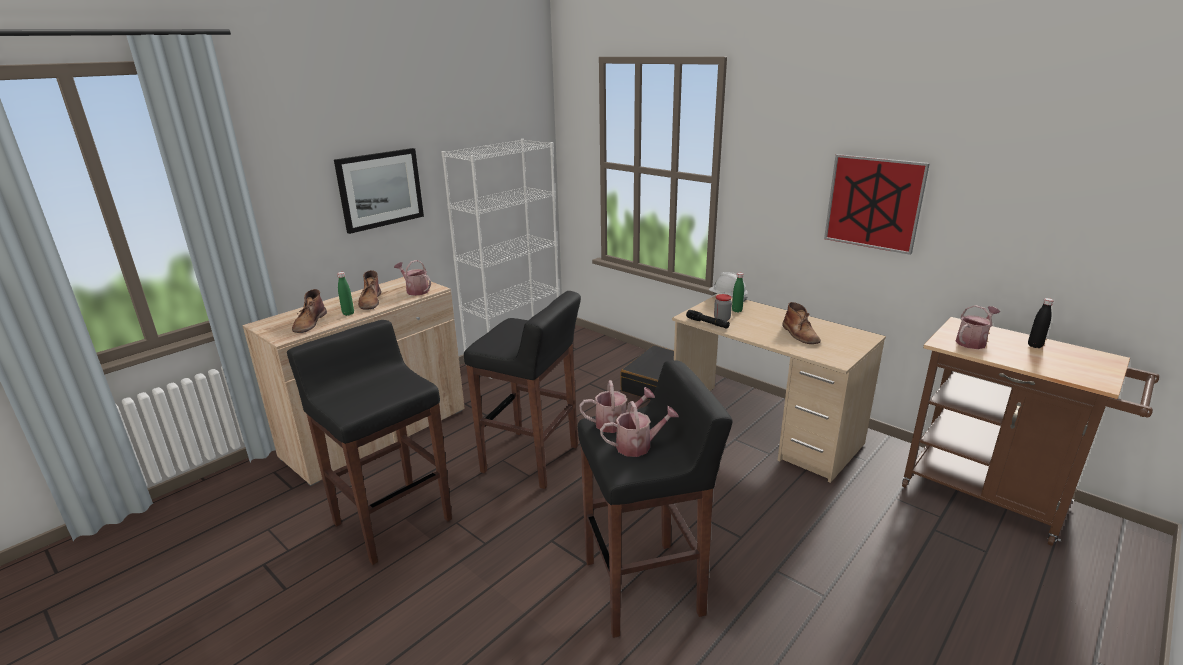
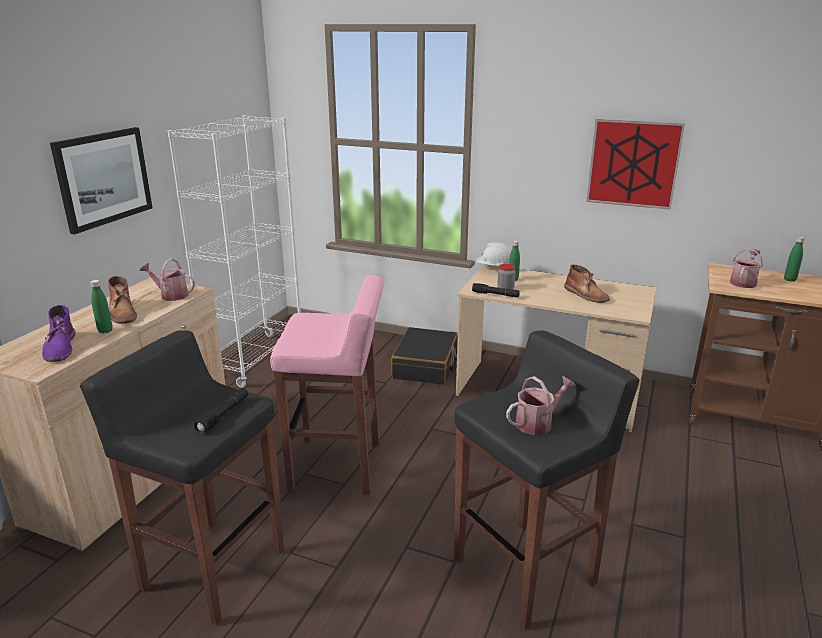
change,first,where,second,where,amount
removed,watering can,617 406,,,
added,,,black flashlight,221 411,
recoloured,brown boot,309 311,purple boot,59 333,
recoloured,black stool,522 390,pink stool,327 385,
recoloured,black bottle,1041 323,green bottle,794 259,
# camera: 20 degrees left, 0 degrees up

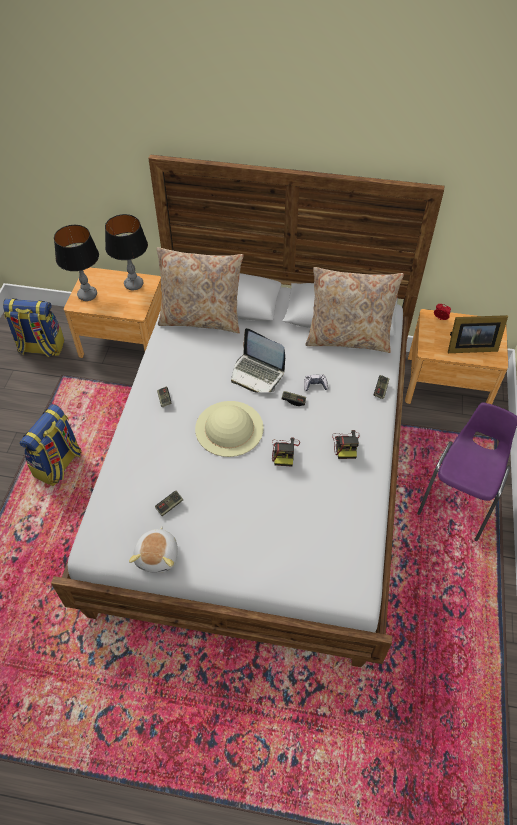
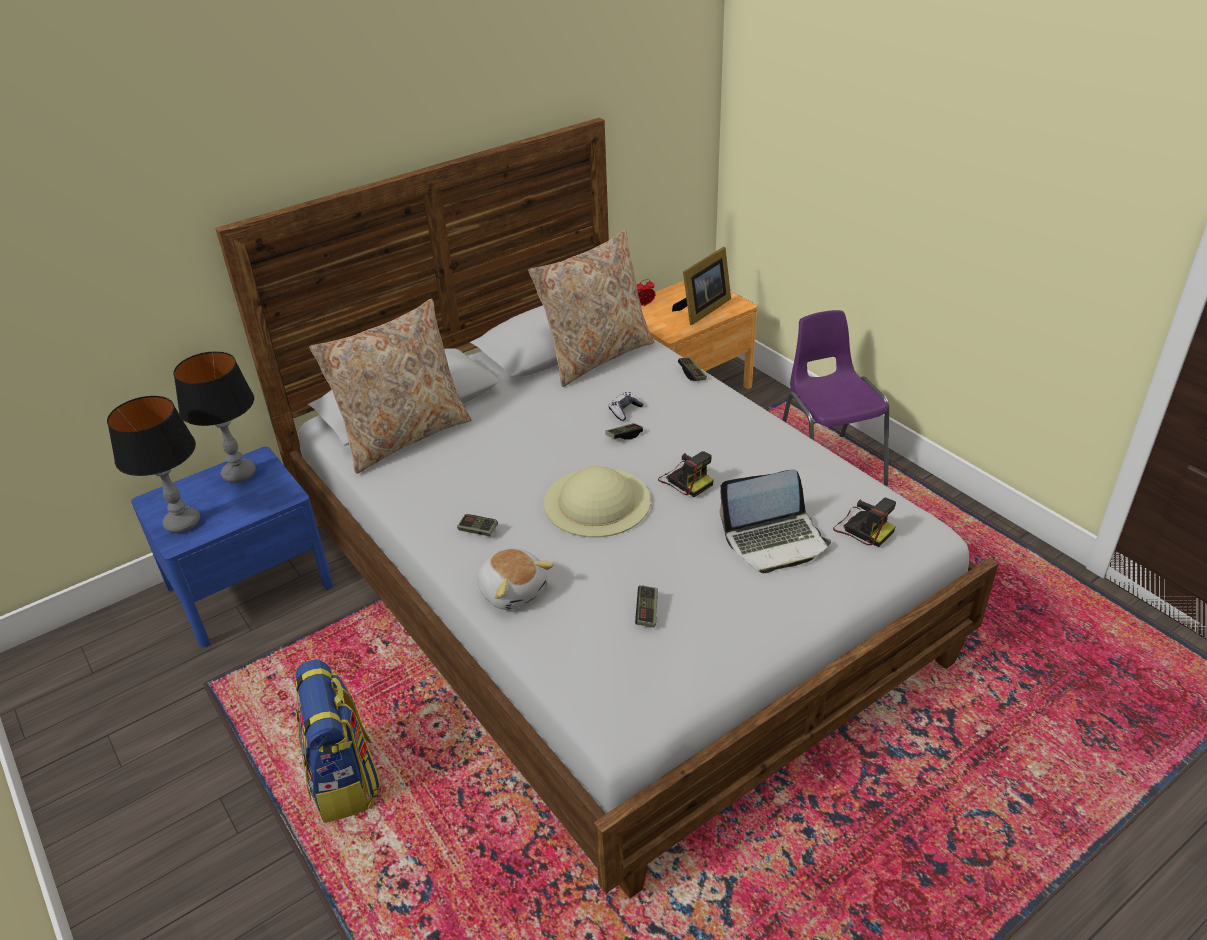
change,first,where,second,where,amount
removed,backpack,33 328,,,
moved,plush toy,153 549,,515 579,
moved,laptop,258 360,,775 521,
moved,photo camera,346 444,,864 522,
recoloured,brown nightstand,113 312,blue nightstand,232 547,
# camera: 45 degrees left, 15 degrees down

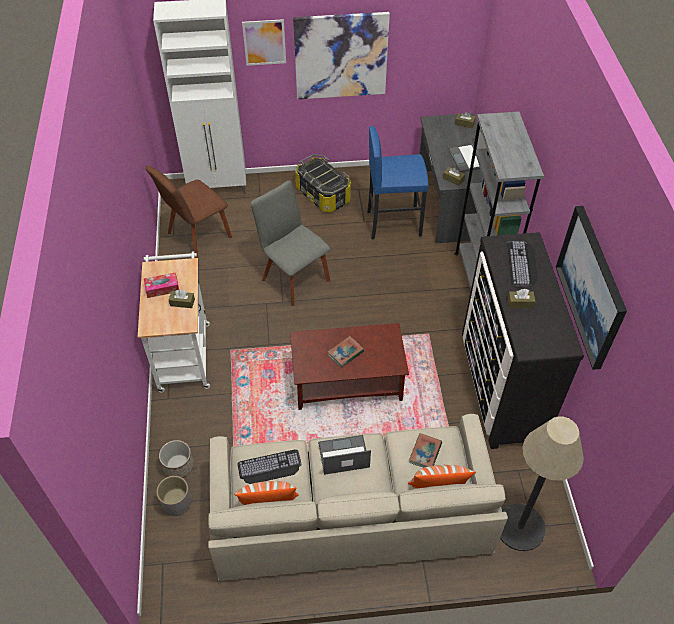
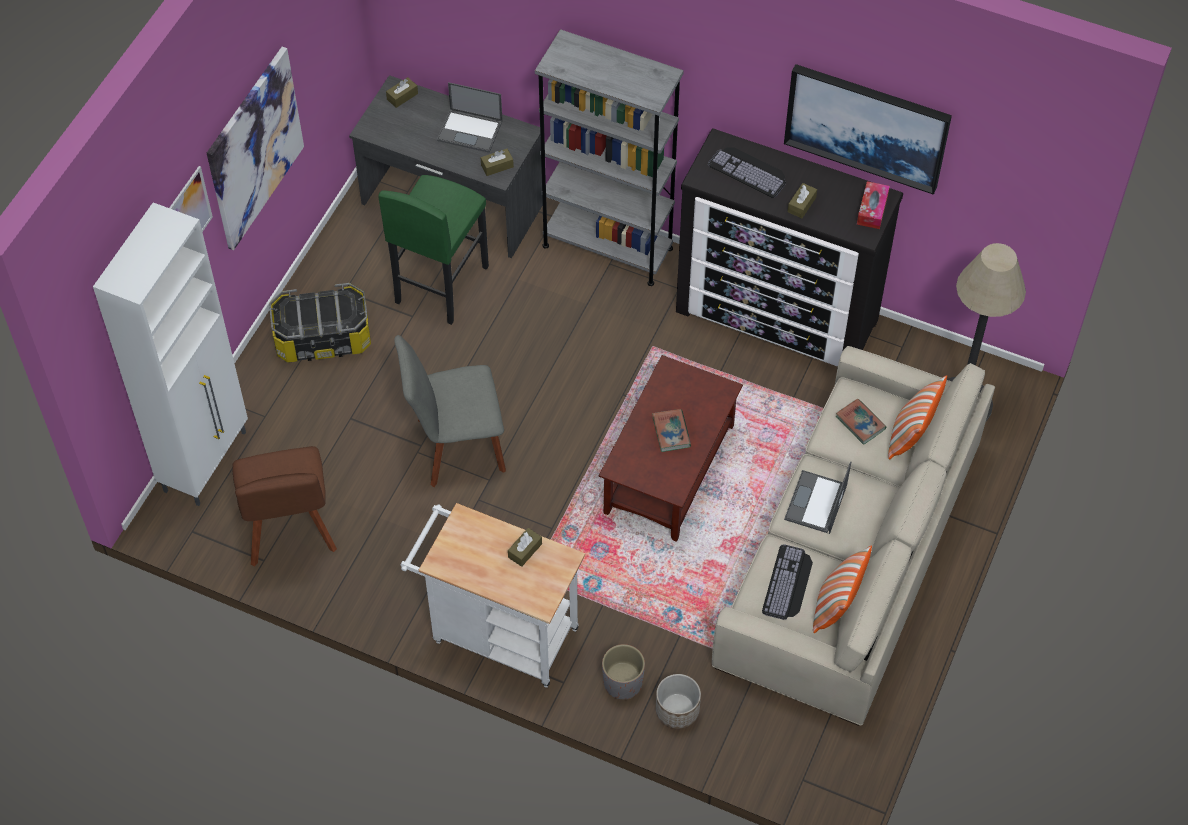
change,first,where,second,where,amount
moved,tissue box,161 285,,873 205,
moved,grey planter,173 496,,623 672,
recoloured,blue stool,398 182,green stool,433 250,
# camera: 60 degrees left, 5 degrees up

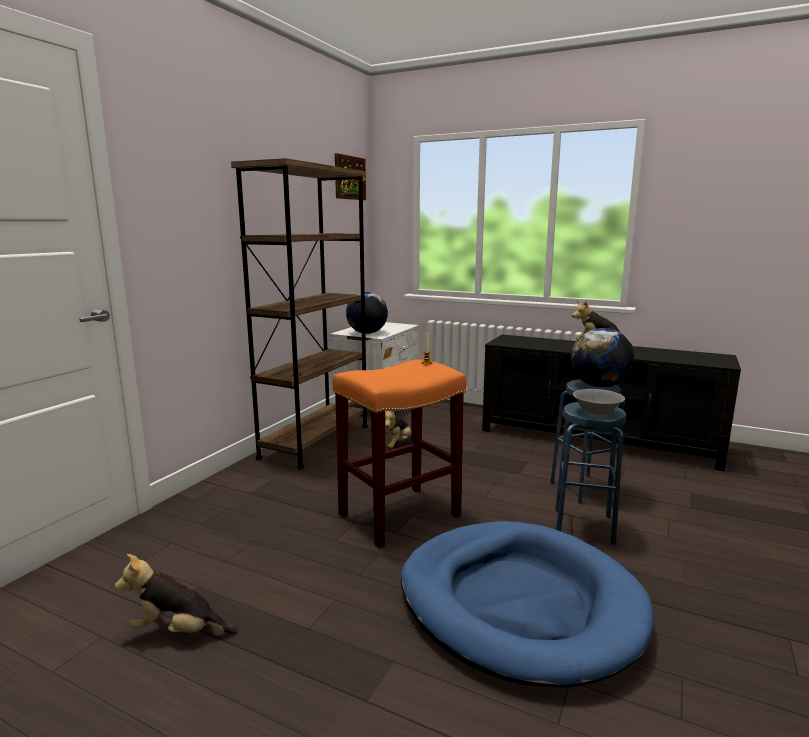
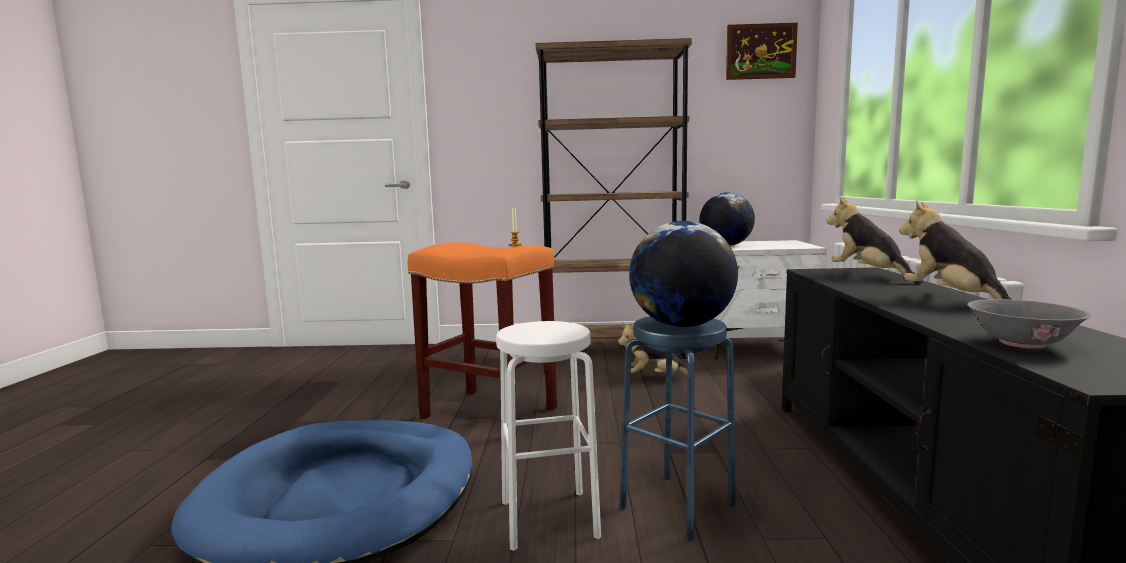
change,first,where,second,where,amount
moved,plush toy,176 594,,875 240,
moved,grey bowl,599 402,,1029 324,
recoloured,blue stool,590 473,white stool,548 436,
# camera: 65 degrees right, 5 degrees down

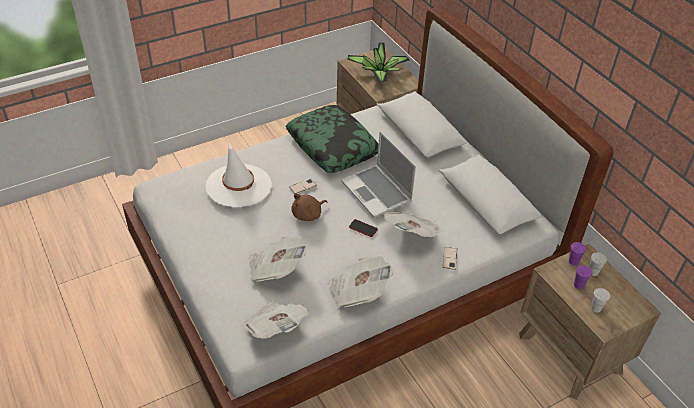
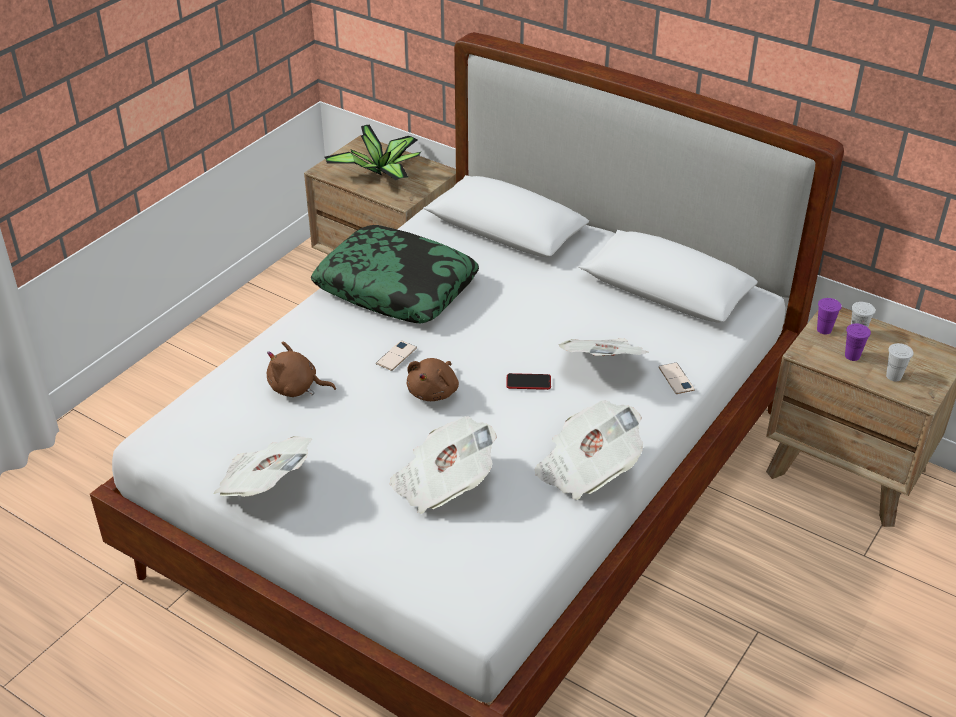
change,first,where,second,where,amount
removed,laptop,378 174,,,
moved,newspaper,276 320,,262 466,
replaced,white hat,239 175,brown plush toy,301 369,
# camera: 25 degrees left, 5 degrees down

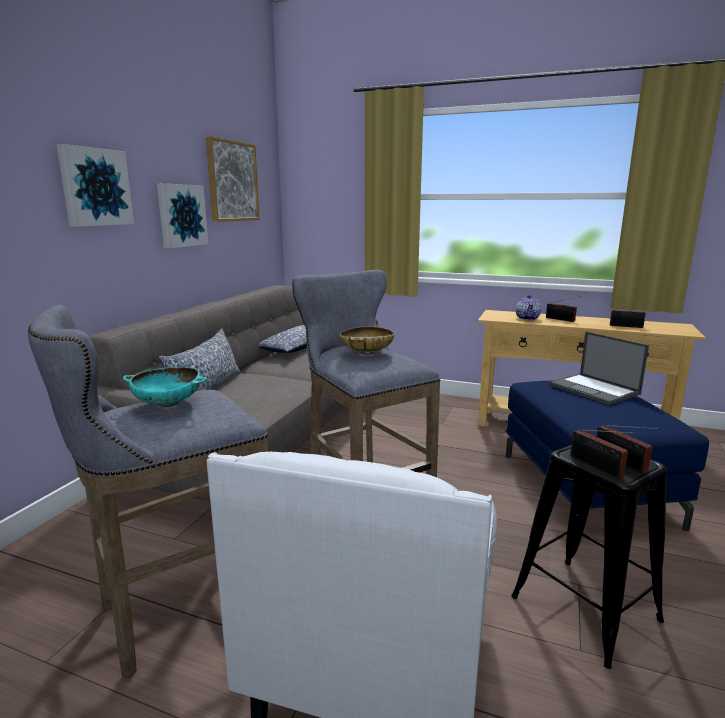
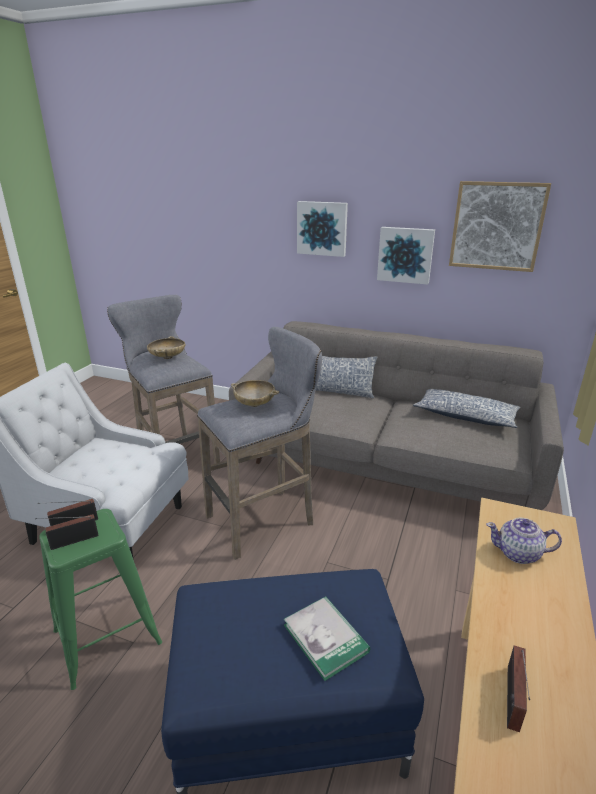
change,first,where,second,where,amount
removed,radio,563 309,,,
replaced,laptop,599 368,book,327 638,
recoloured,turquoise bowl,165 387,beige bowl,166 347,
recoloured,black stool,589 557,green stool,100 599,
# camera: 90 degrees right, 10 degrees up

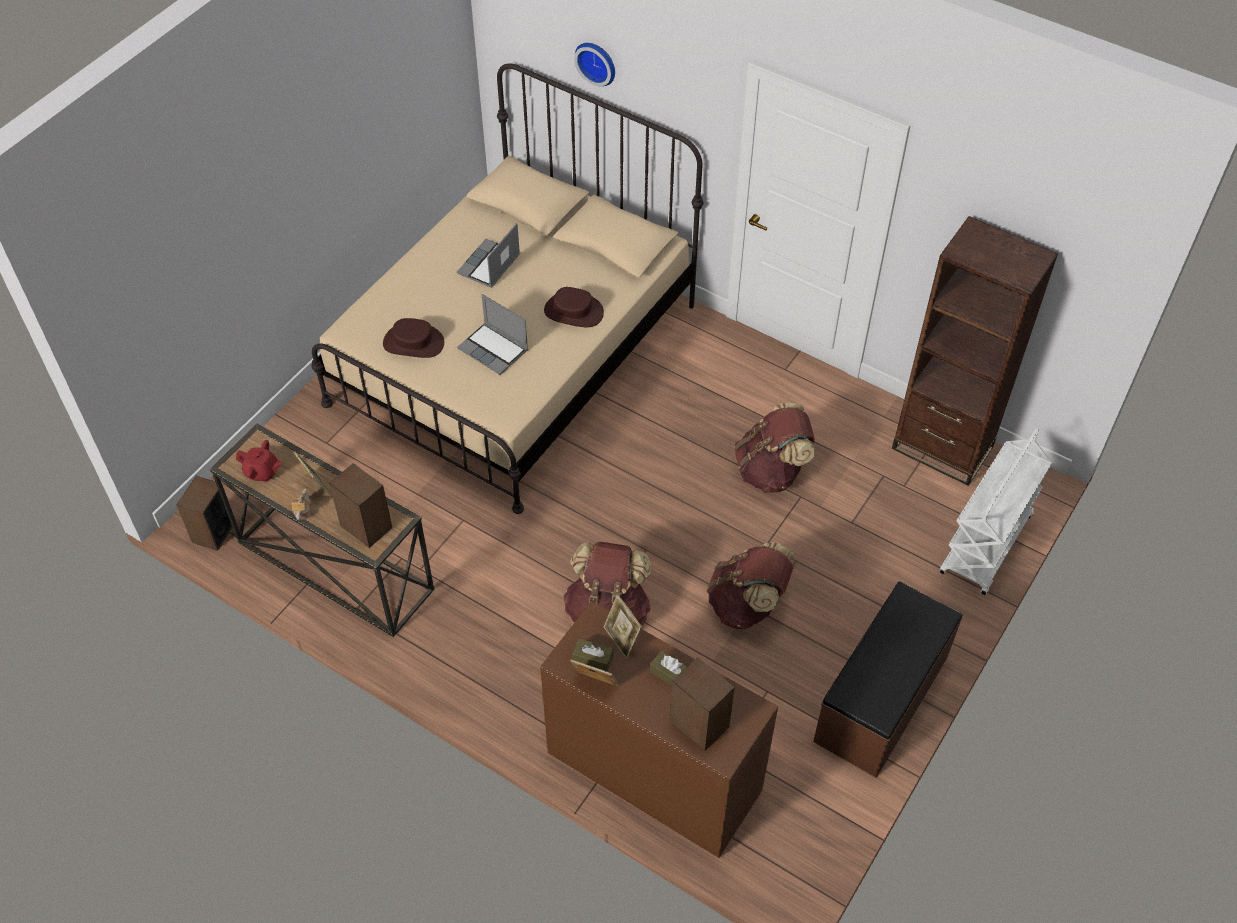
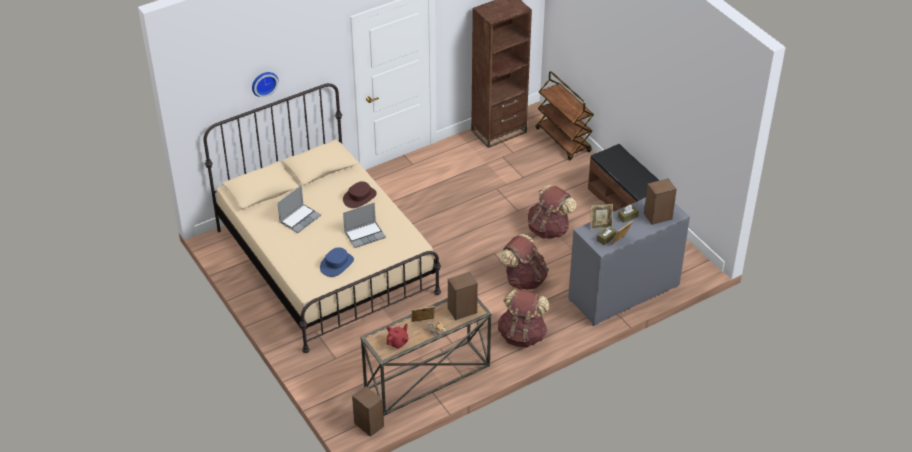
change,first,where,second,where,amount
moved,brown backpack,774 448,,523 318,
recoloured,brown hat,413 338,blue hat,337 262,
recoloured,brown dresser,659 729,grey dresser,629 262,
recoloured,white cart,996 511,brown cart,565 115,
turned,laptop,488 255,,299 209,105 degrees counterclockwise
# camera: 65 degrees left, 10 degrees down

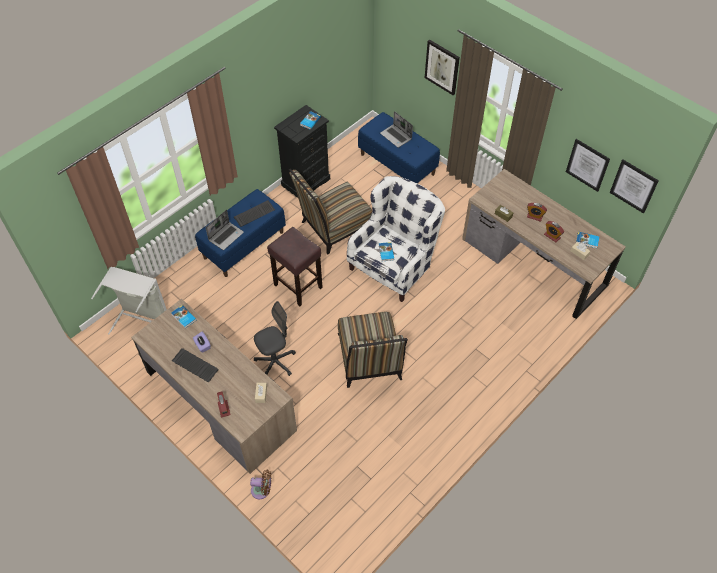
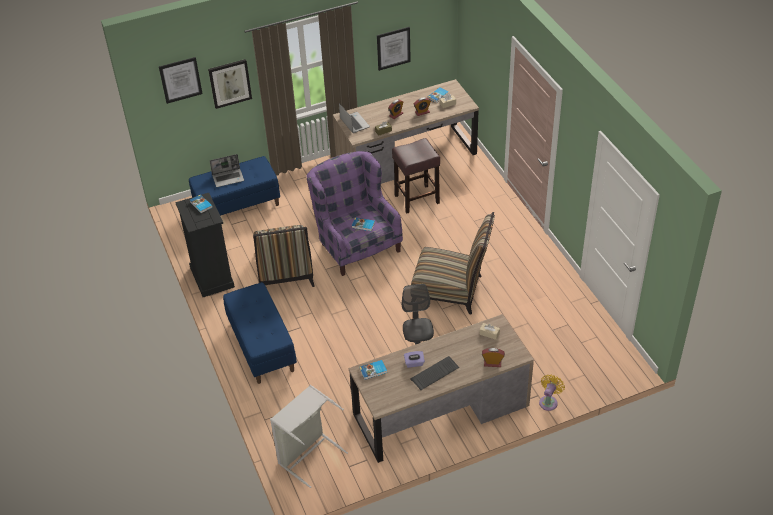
change,first,where,second,where,amount
removed,keyboard,254 213,,,
moved,laptop,225 230,,354 118,
moved,brown stool,295 266,,416 175,
moved,picture,634 187,,181 80,
recoloured,brown fan,260 484,yellow fan,552 392,
recoloured,white armchair,396 239,purple armchair,355 213,
# camera: 65 degrees left, 10 degrees down

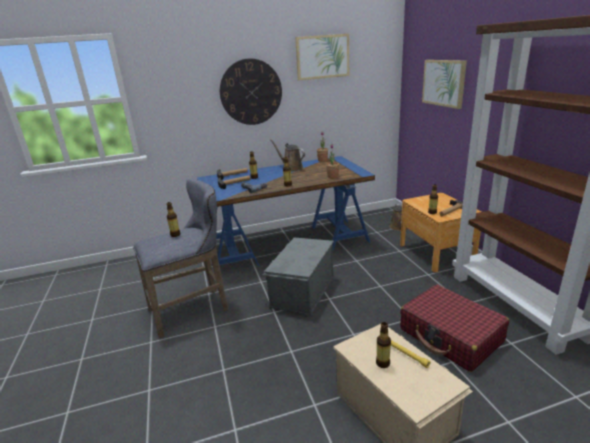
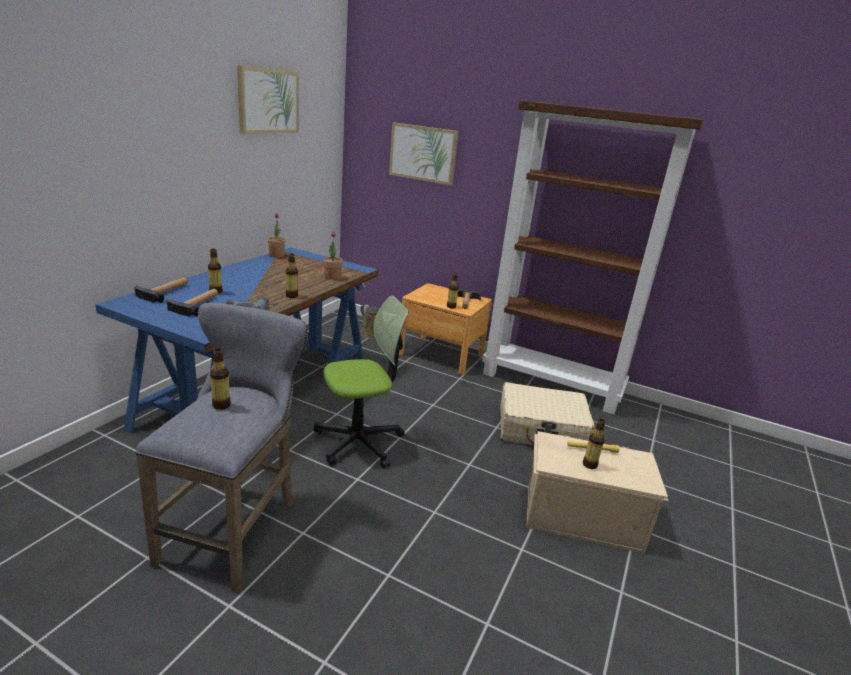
change,first,where,second,where,amount
removed,wall clock,251 92,,,
removed,brown watering can,287 155,,,
replaced,grey storage box,298 276,office chair,361 382,
recoloured,red suitcase,454 328,beige suitcase,547 413,
# camera: 50 degrees left, 0 degrees up

